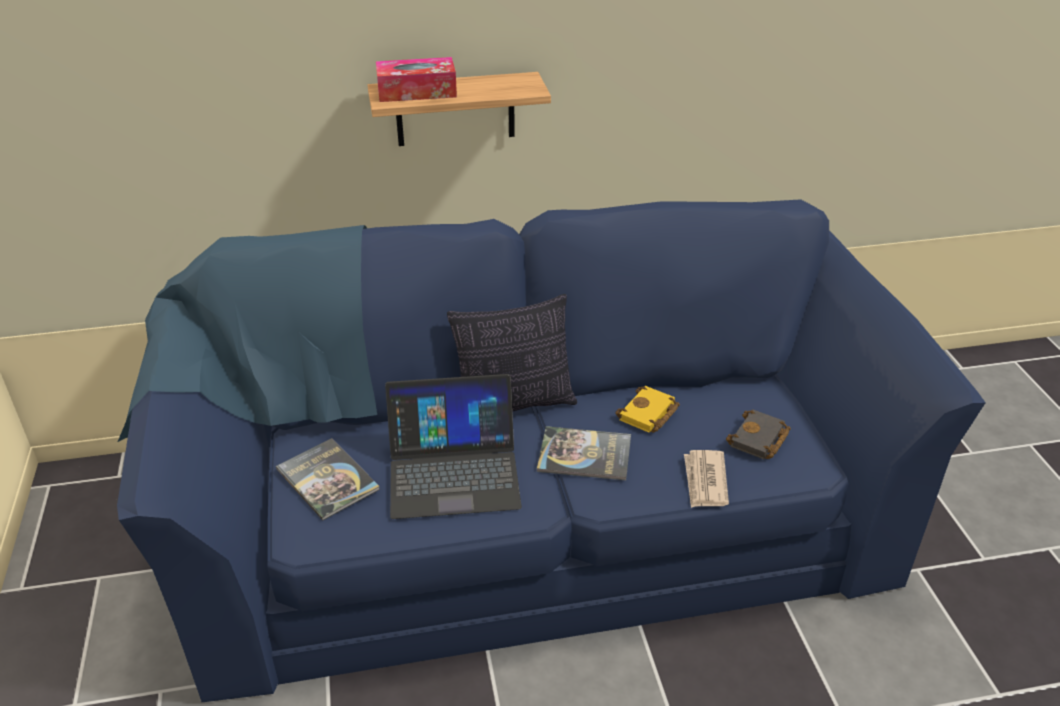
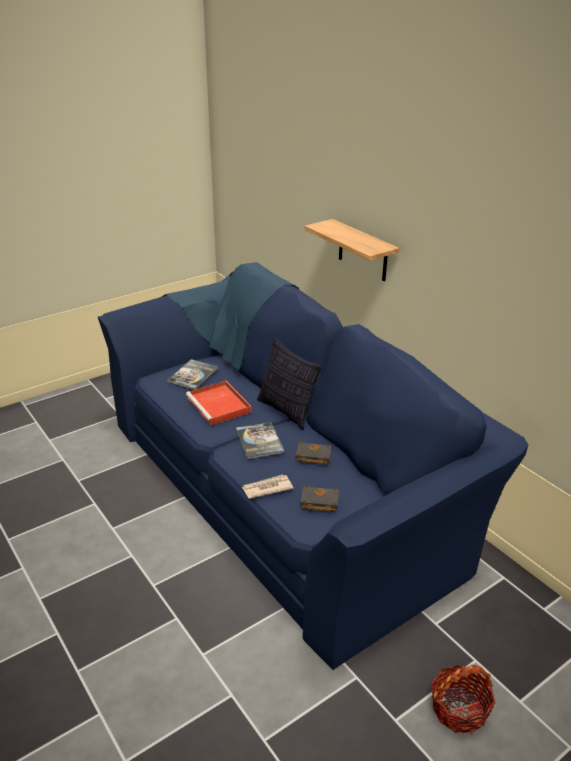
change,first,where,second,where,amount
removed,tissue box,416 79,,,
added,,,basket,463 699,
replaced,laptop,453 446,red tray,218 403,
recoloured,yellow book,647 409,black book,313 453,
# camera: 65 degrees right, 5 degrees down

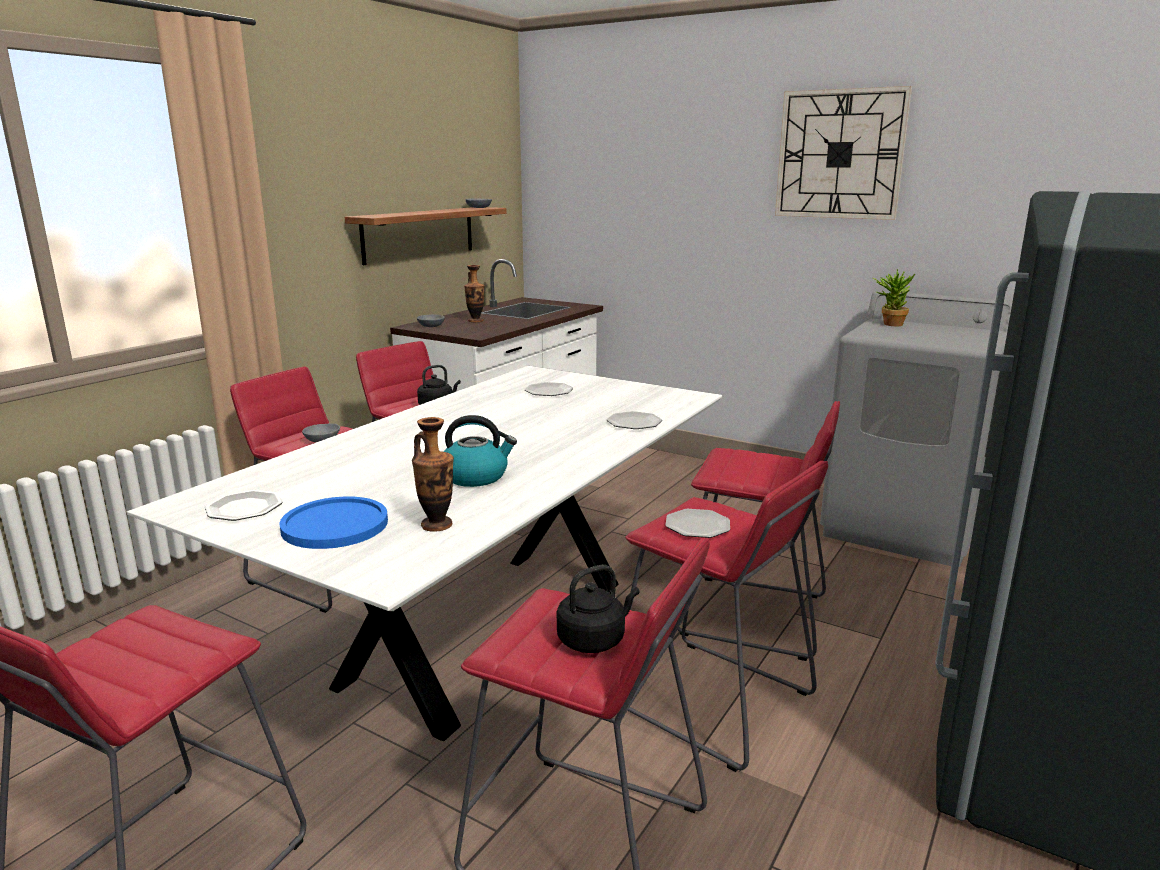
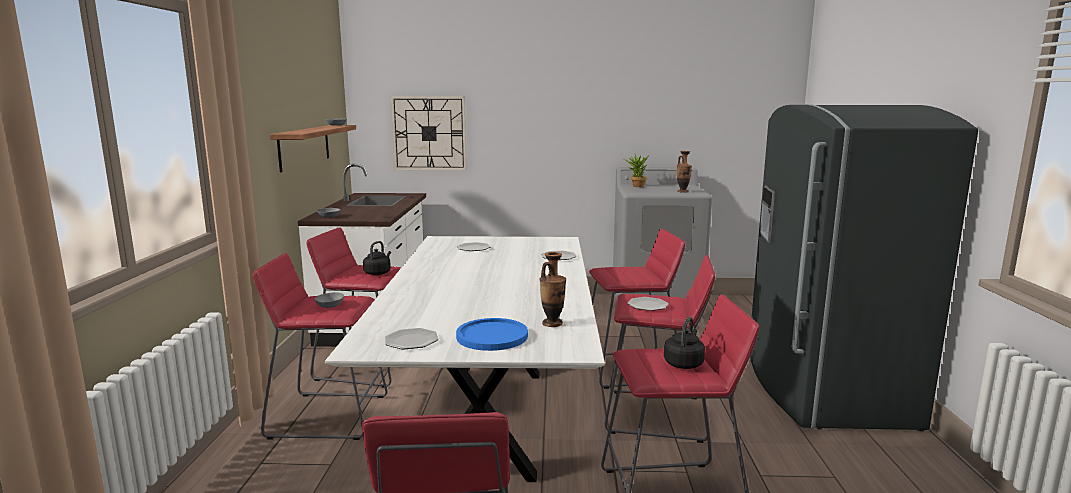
change,first,where,second,where,amount
removed,kettle,480 451,,,
moved,vase,474 293,,684 172,
moved,wall clock,843 153,,428 133,
# camera: 30 degrees left, 5 degrees down

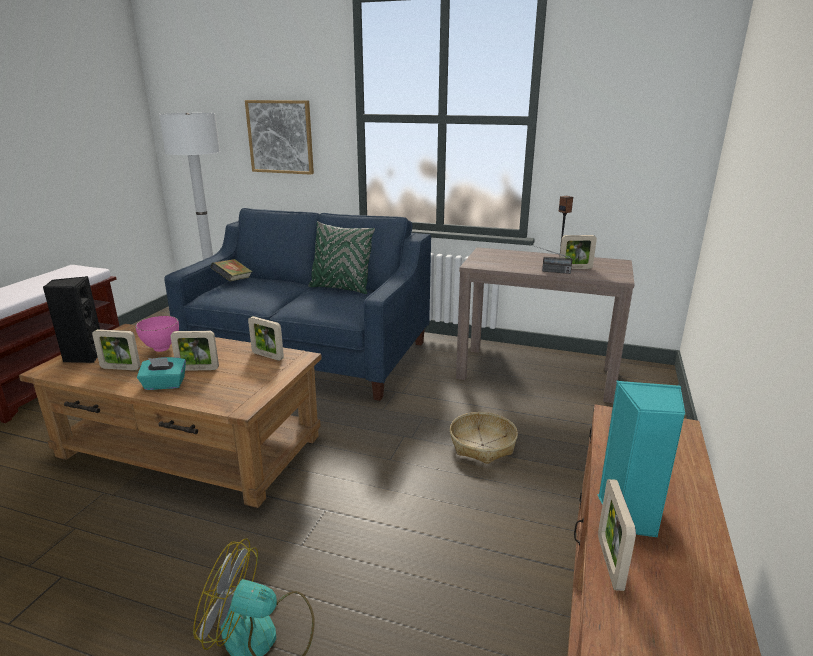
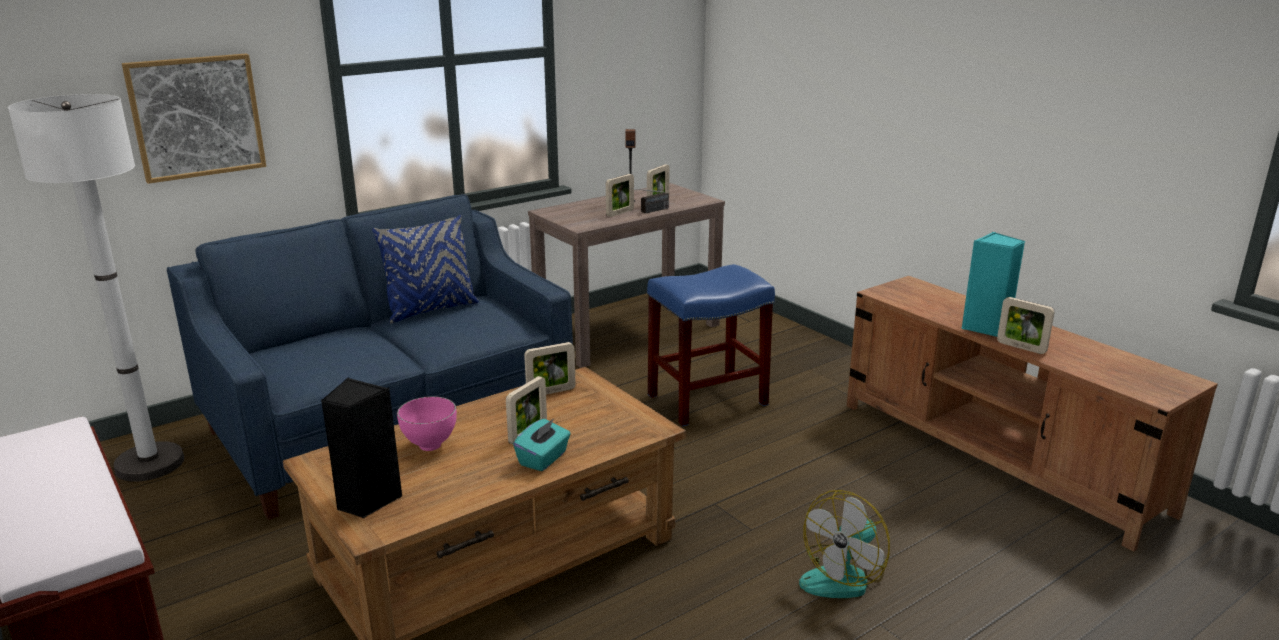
change,first,where,second,where,amount
removed,book,231 270,,,
moved,picture frame,116 349,,620 195,
replaced,basket,484 438,blue stool,711 345,
recoloured,green pillow,341 257,blue pillow,425 269,
# camera: 55 degrees left, 0 degrees up

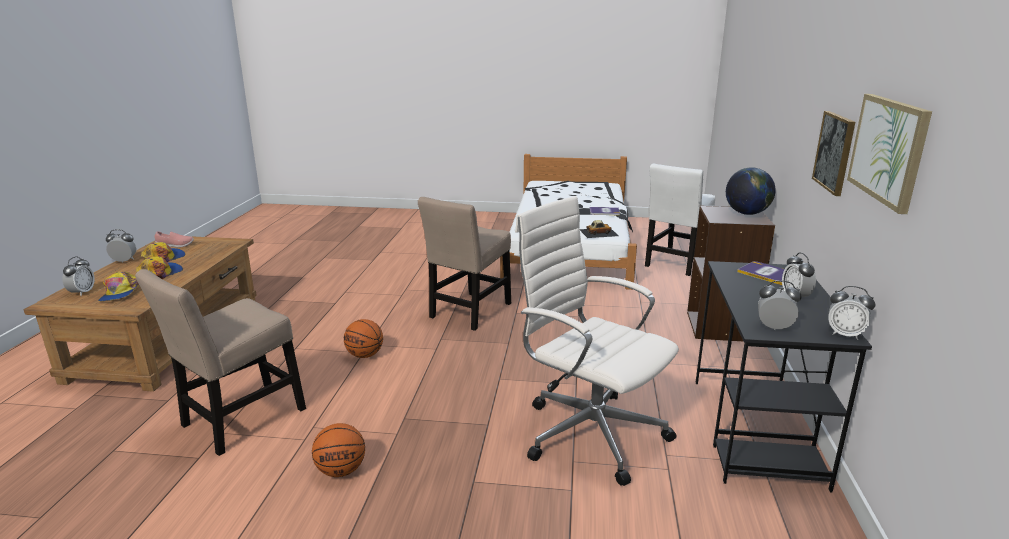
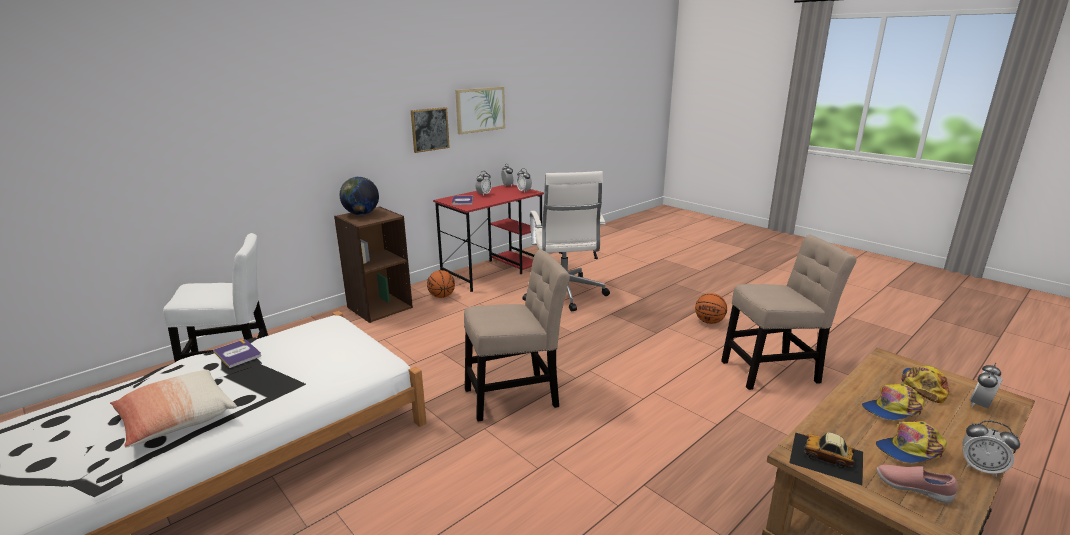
change,first,where,second,where,amount
added,,,pillow,173 409,
moved,basketball,363 338,,441 284,
moved,toy car,599 229,,826 458,
recoloured,black desk,784 377,red desk,488 238,
# camera: 140 degrees left, 0 degrees up

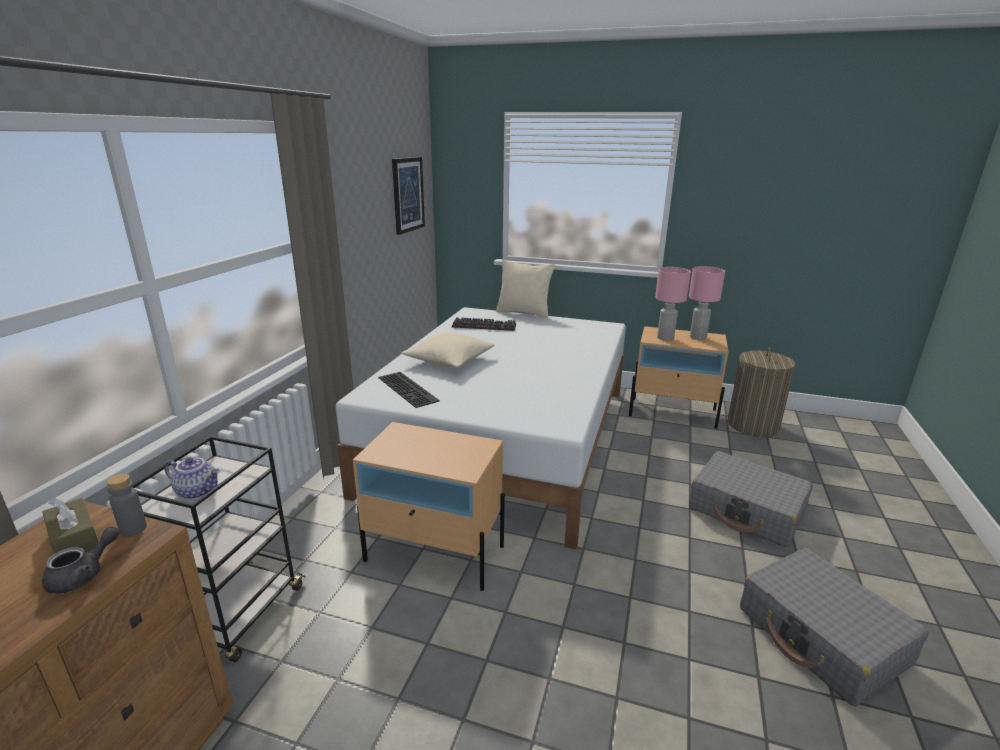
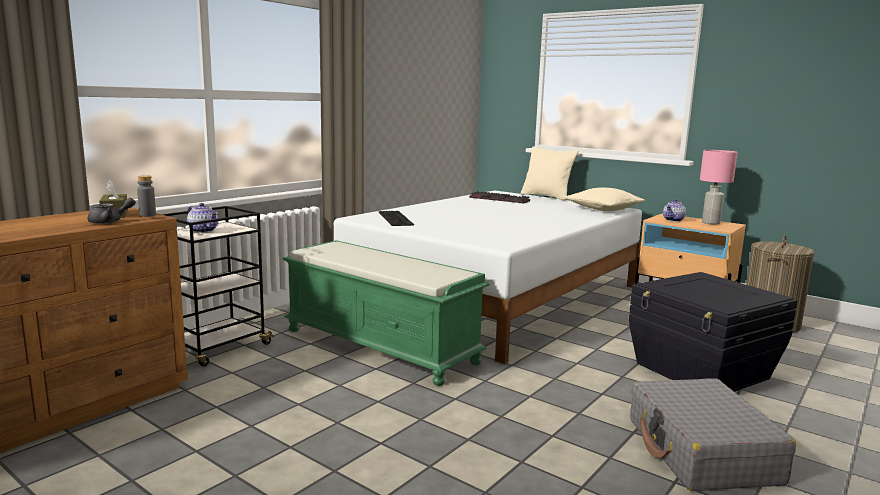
change,first,where,second,where,amount
removed,picture,408 196,,,
moved,beige pillow,448 349,,604 199,
replaced,beige nightstand,429 506,green bench,386 313,
replaced,pink table lamp,673 304,teapot,674 210,
replaced,grey suitcase,751 499,black storage box,713 332,
# camera: 20 degrees right, 10 degrees down

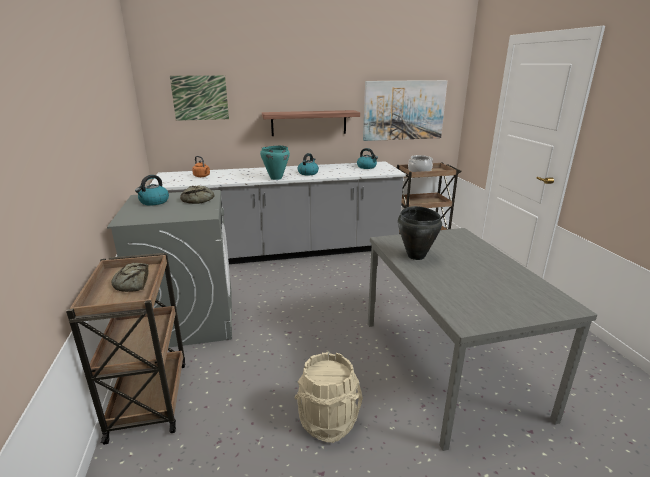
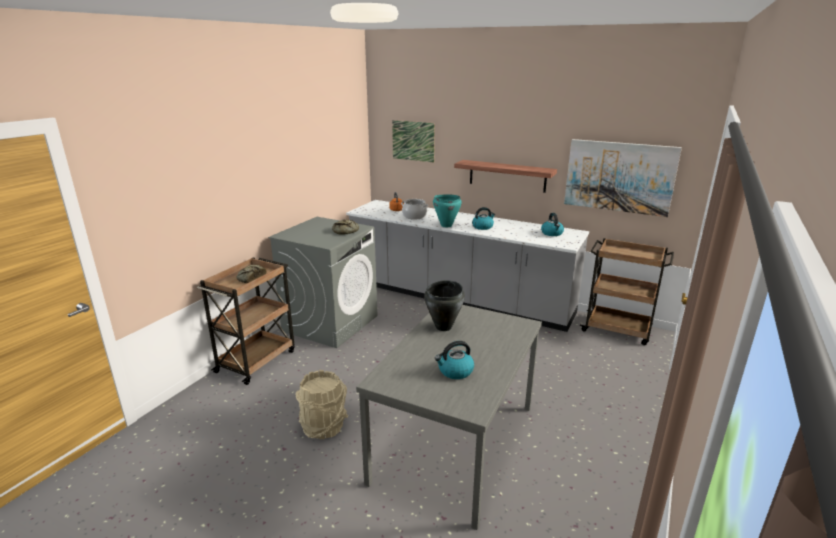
change,first,where,second,where,amount
moved,kettle,152 190,,454 360,
moved,cooking pot,420 163,,414 209,
# camera: 40 degrees right, 0 degrees up

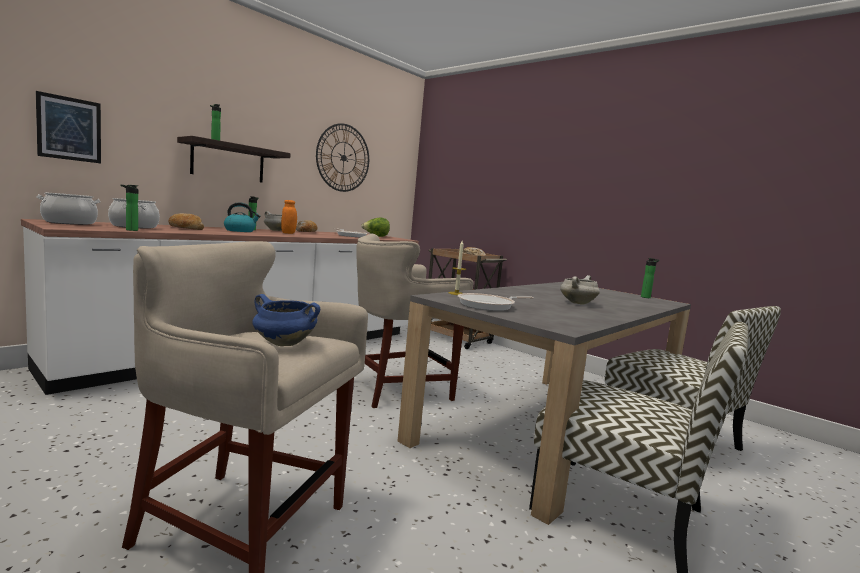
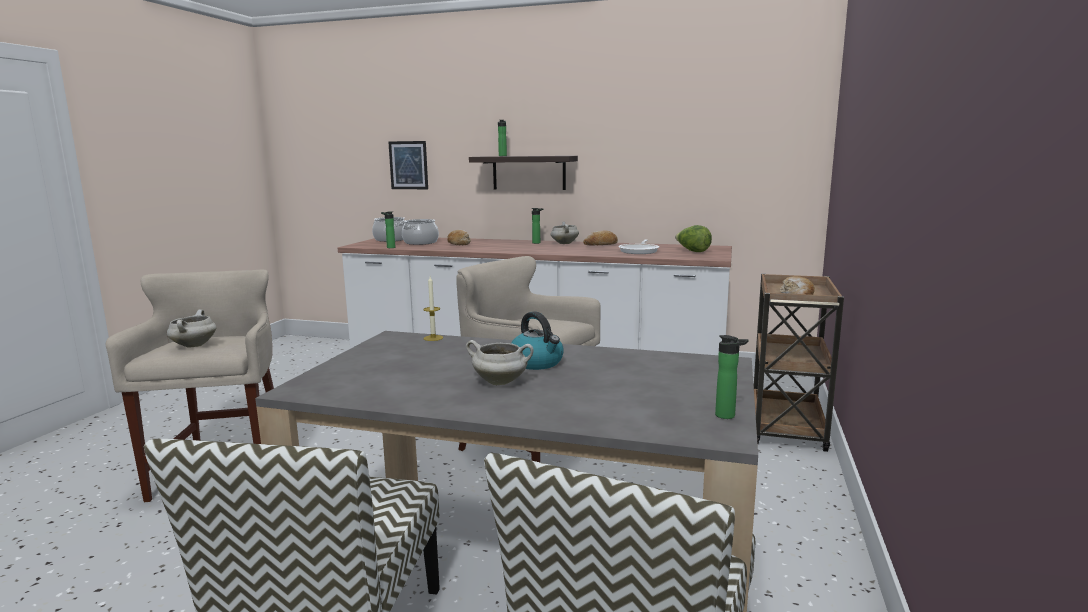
change,first,where,second,where,amount
removed,orange jar,289 217,,,
removed,wall clock,342 157,,,
removed,frying pan,496 302,,,
moved,kettle,242 217,,537 340,
recoloured,blue cooking pot,286 320,white cooking pot,191 328,
# camera: 65 degrees right, 5 degrees up

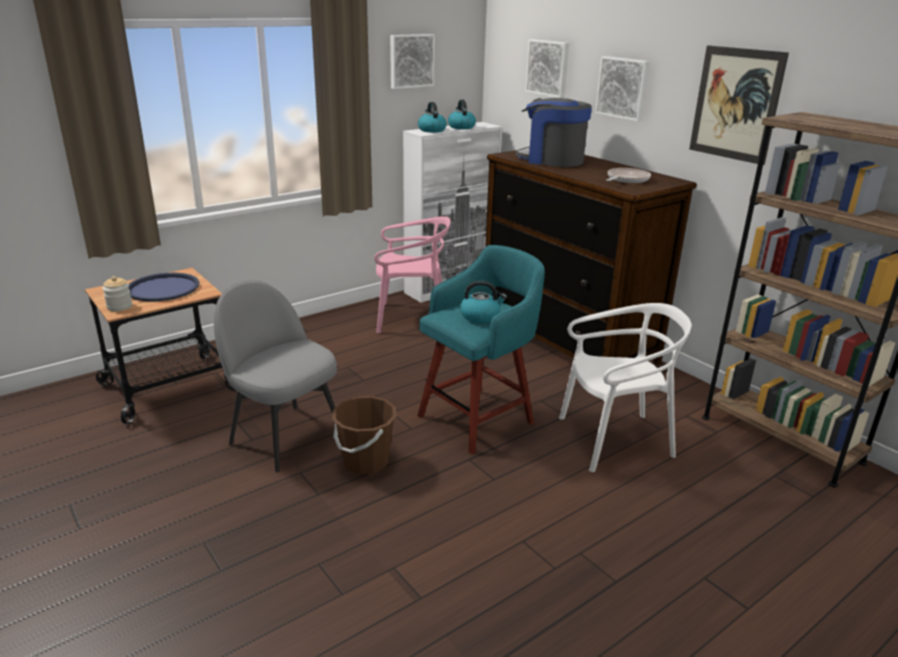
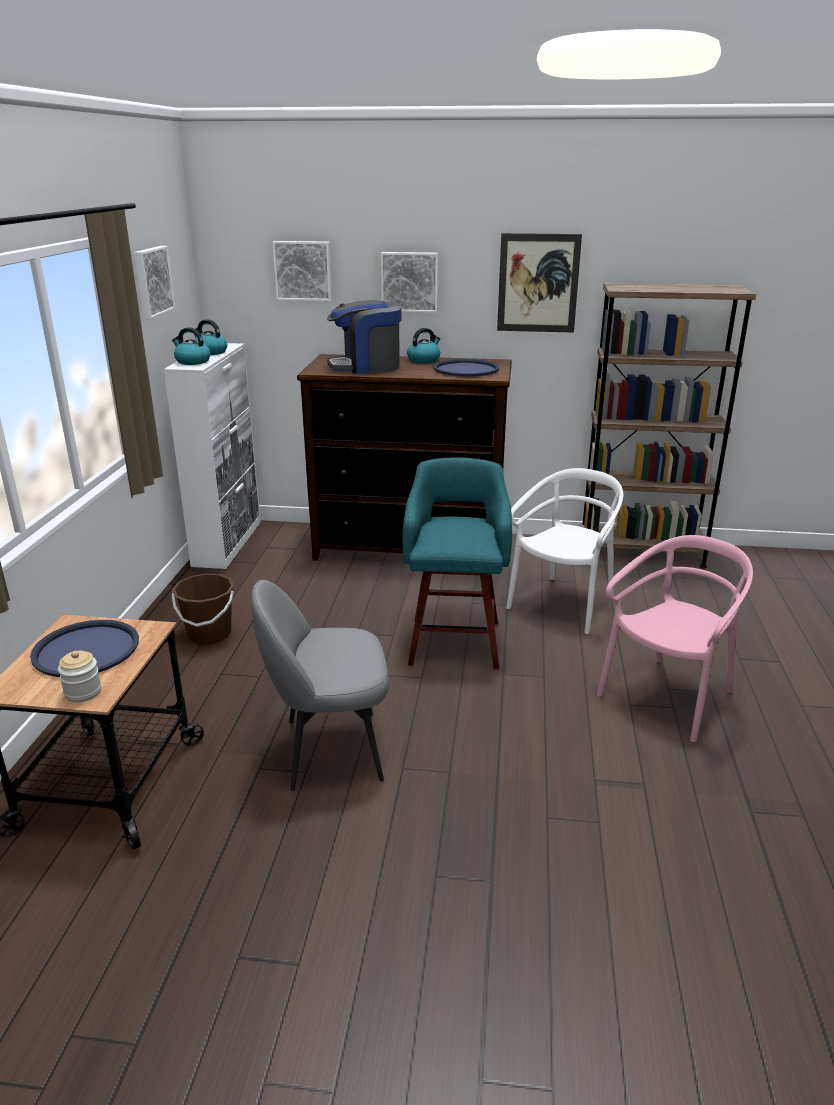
change,first,where,second,where,amount
moved,brown bucket,364 435,,203 609,
moved,pink chair,412 274,,675 638,
moved,kettle,483 302,,423 345,
replaced,frying pan,628 175,blue tray,466 367,
# camera: 45 degrees left, 0 degrees up

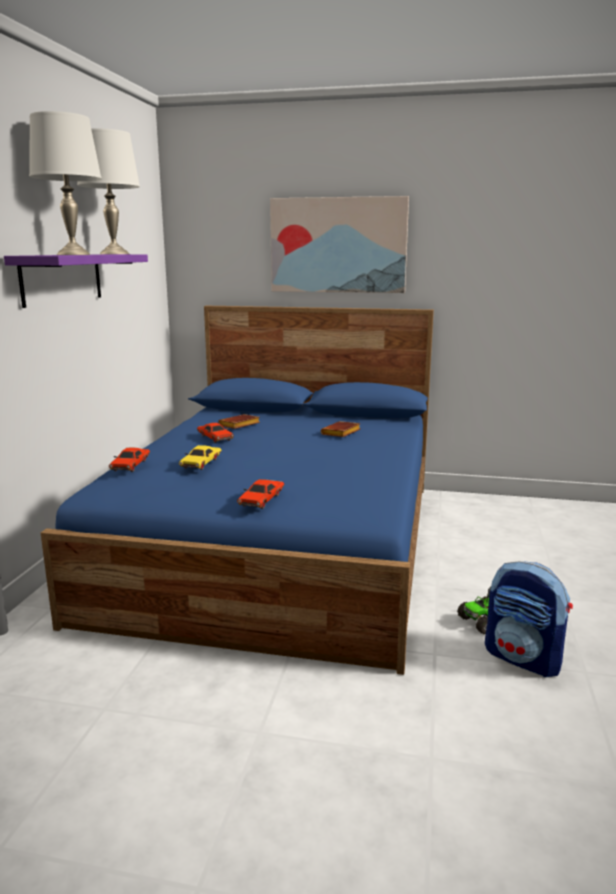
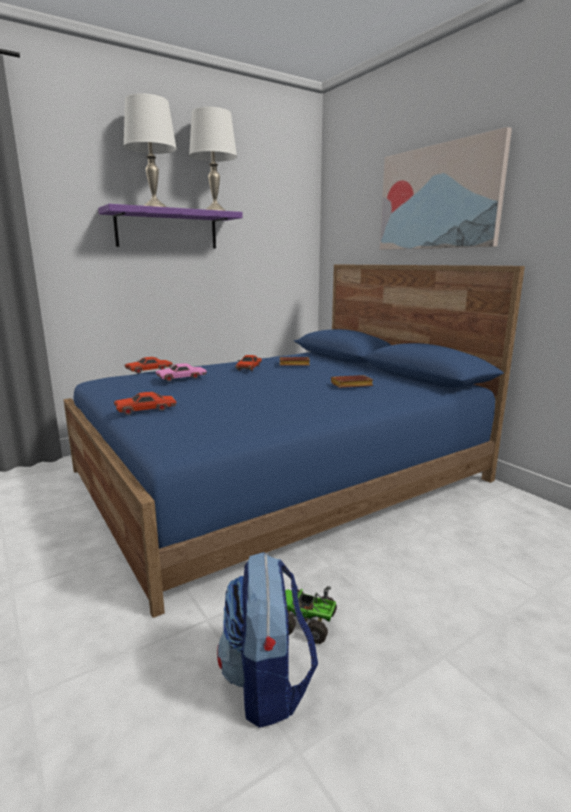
change,first,where,second,where,amount
recoloured,yellow toy car,200 457,pink toy car,181 372,
# camera: 45 degrees right, 0 degrees up

